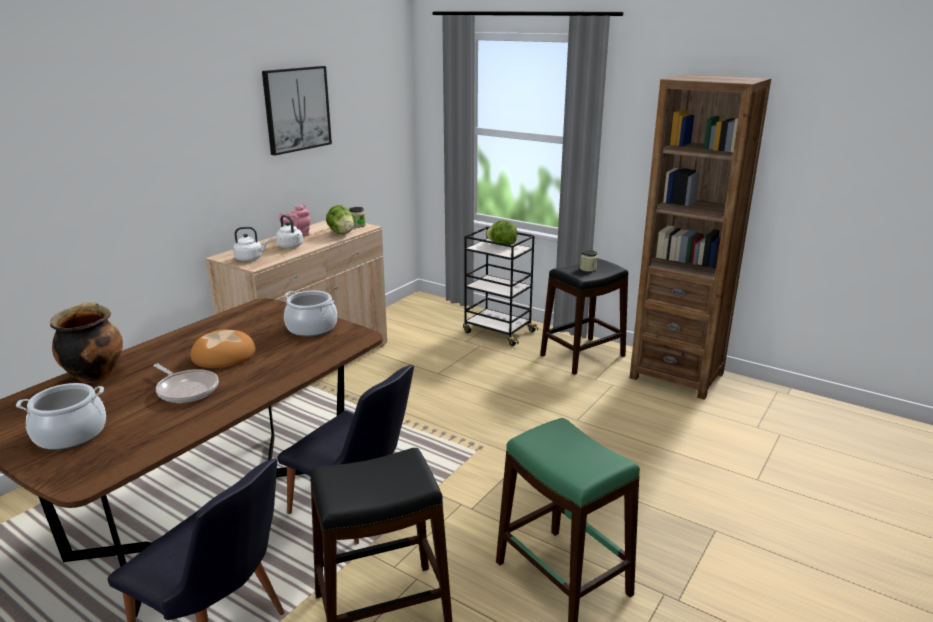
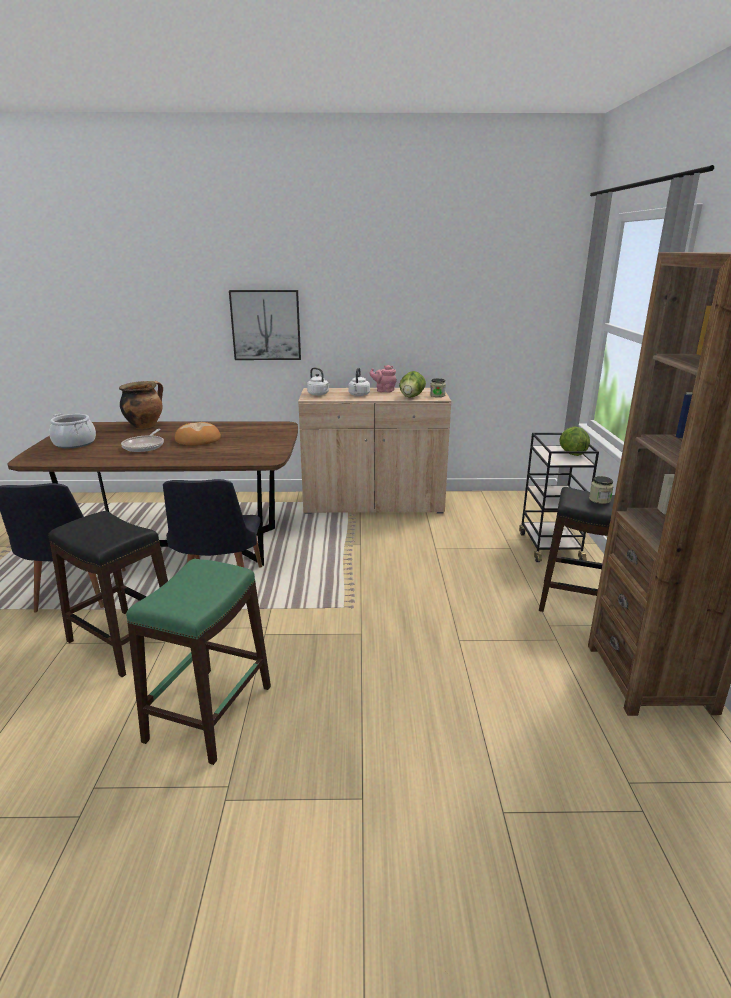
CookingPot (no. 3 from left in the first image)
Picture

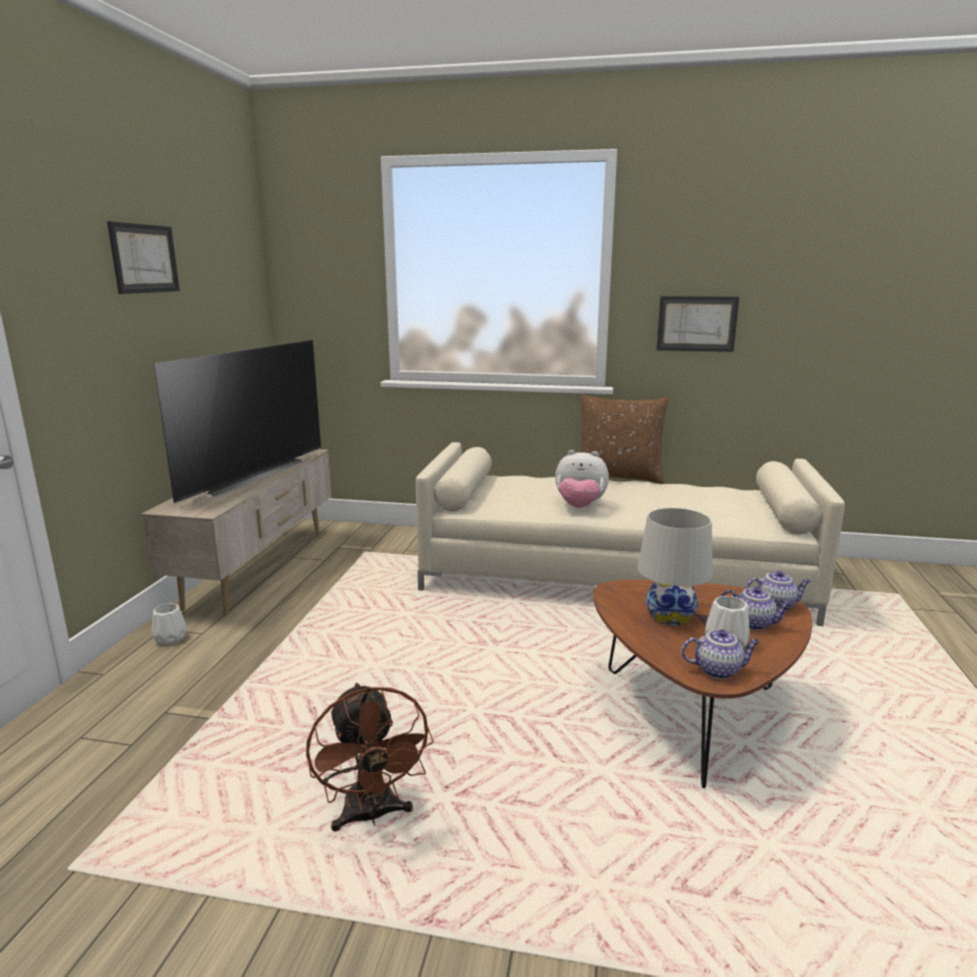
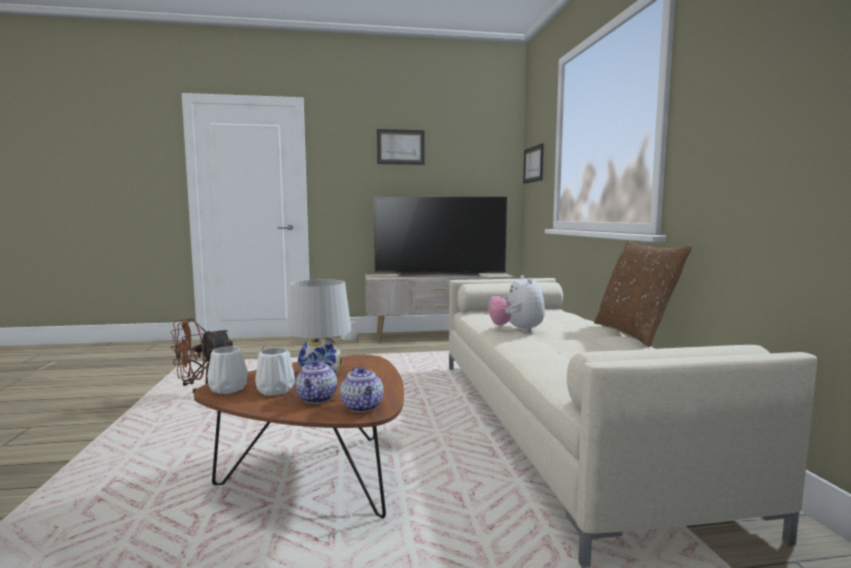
Picture (no. 2 from left)
WhiteVase (no. 1 from left)

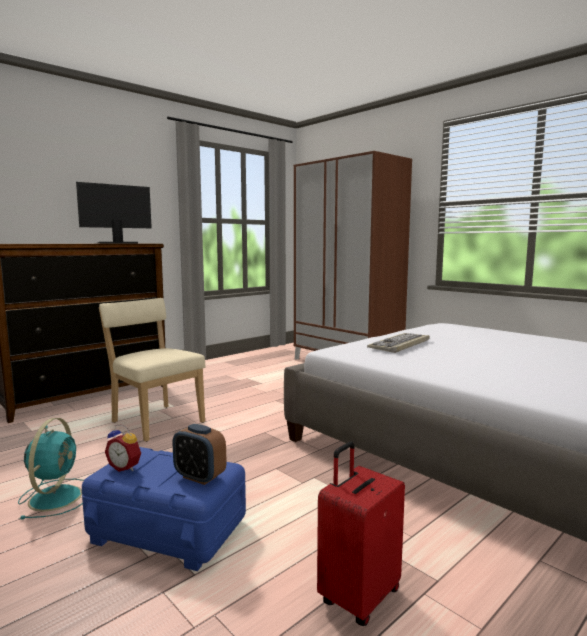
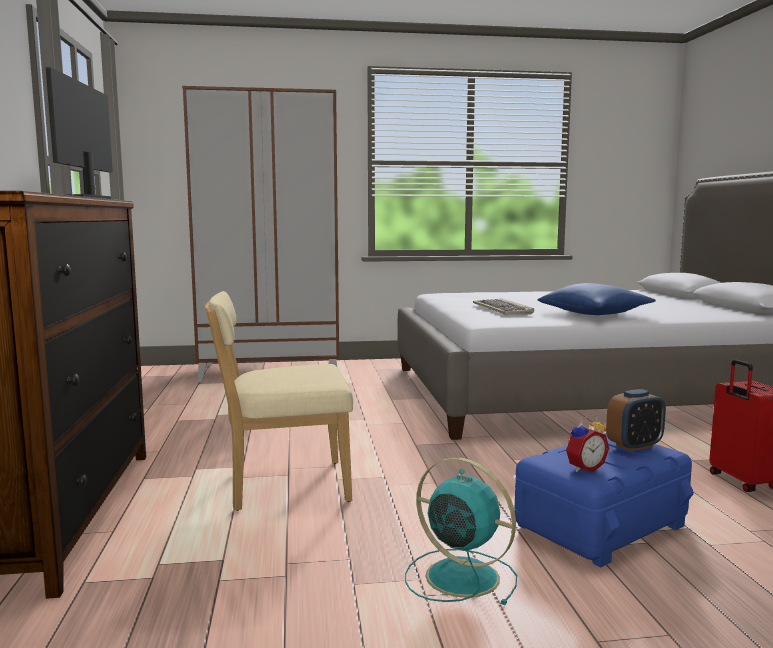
BluePillow

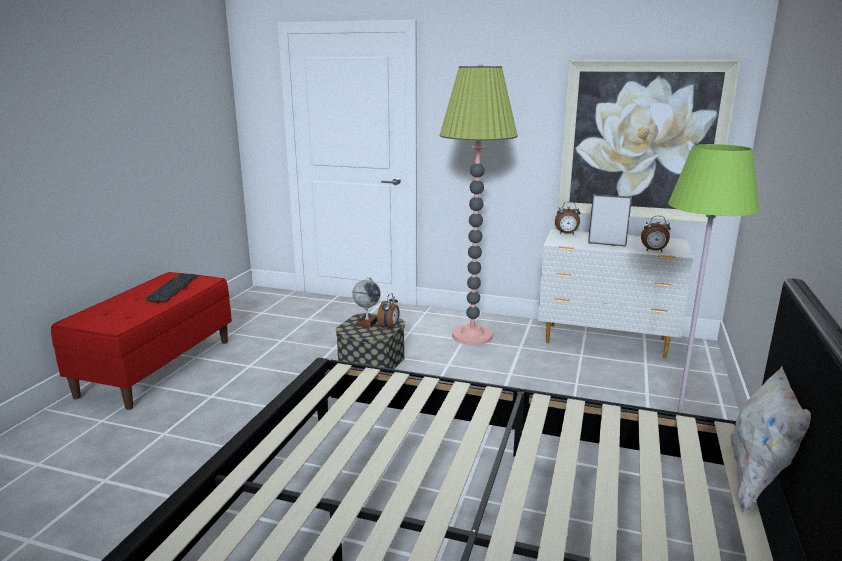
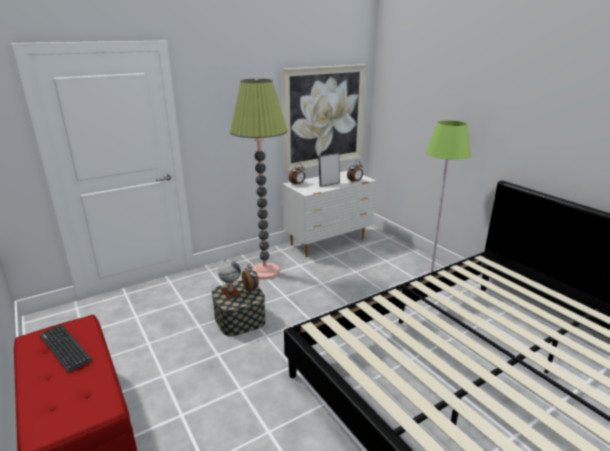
WhitePillow

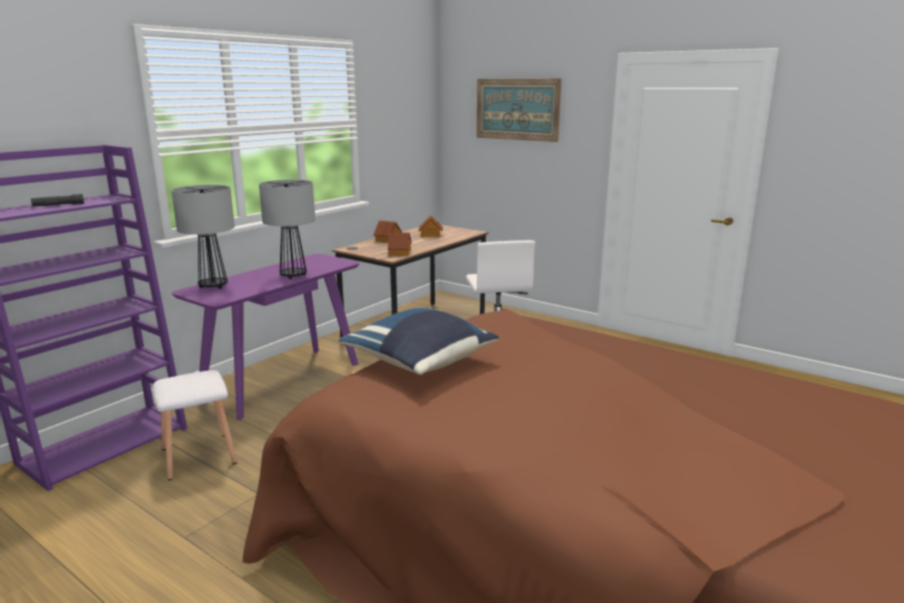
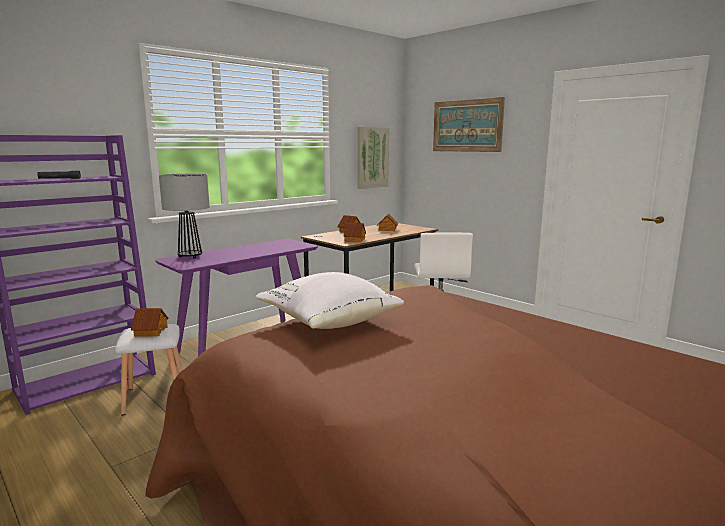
TableLamp (no. 2 from left in the first image)
ToyHouse (no. 1 from left)
Picture (no. 1 from left)
WhitePillow

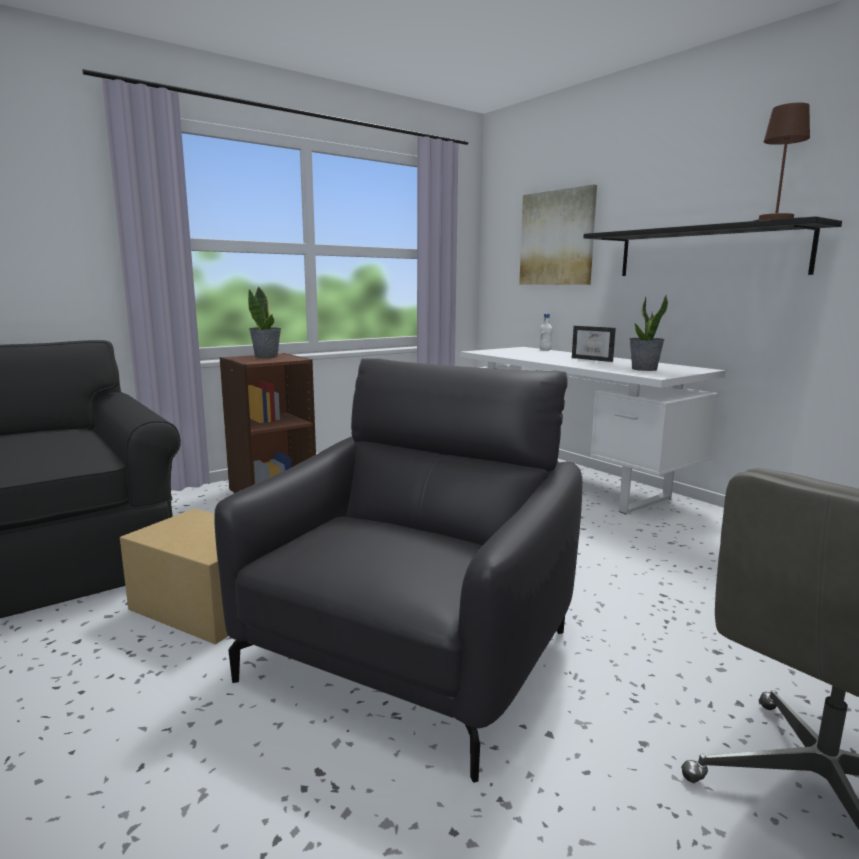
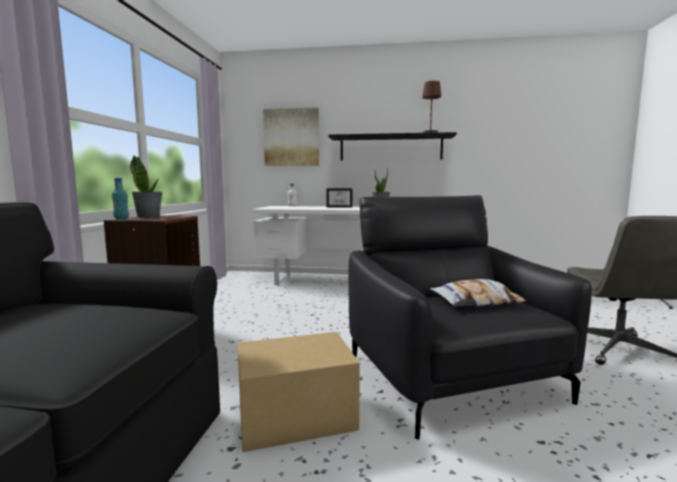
TurquoiseBottle
Pillow

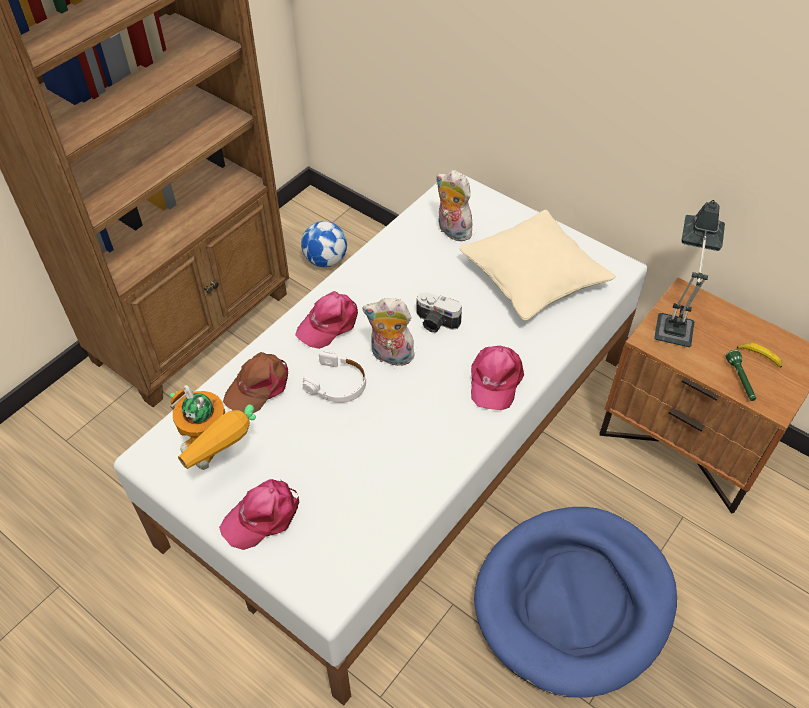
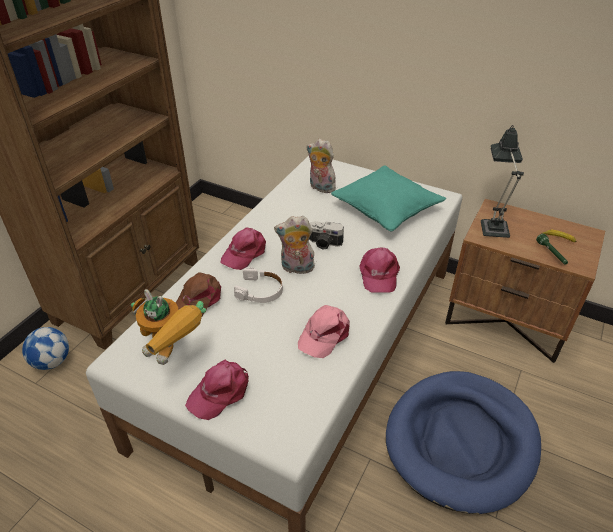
PinkCap (no. 3 from left)
Football
TurquoisePillow

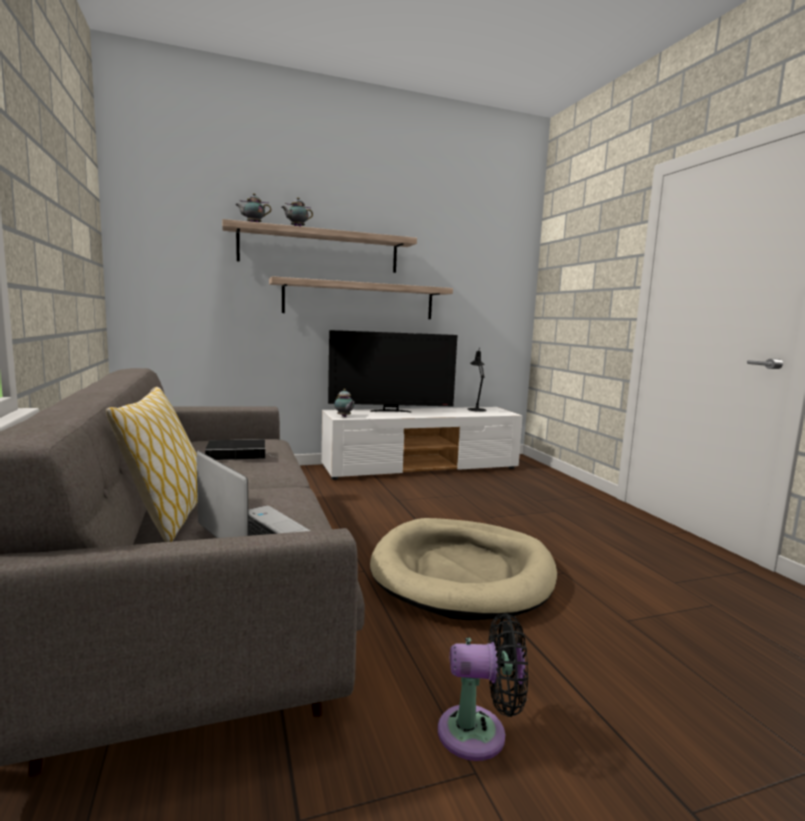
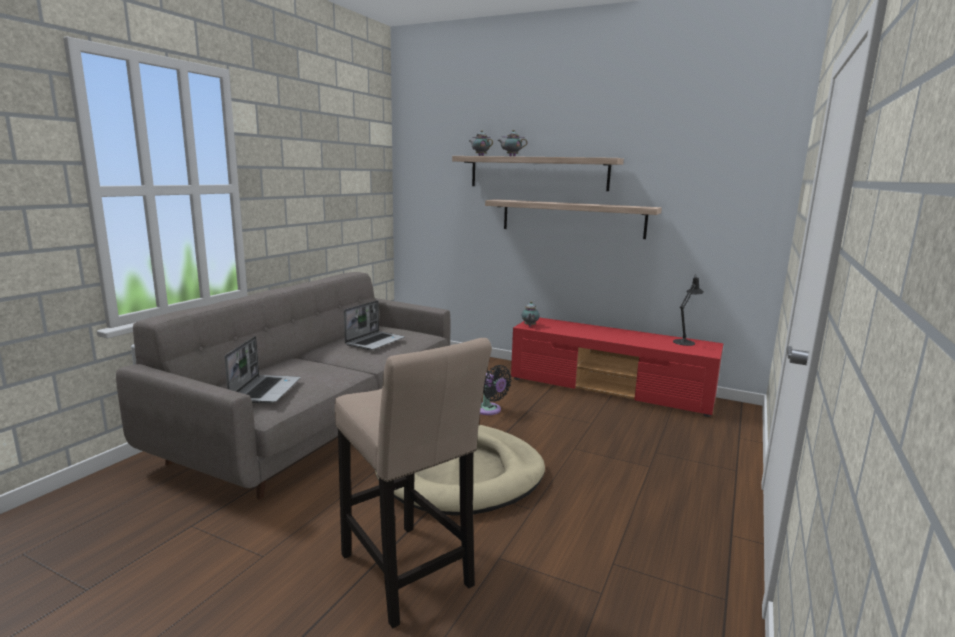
Pillow
Television
BeigeStool
BlackFan
Laptop (no. 2 from left)
RedTvStand

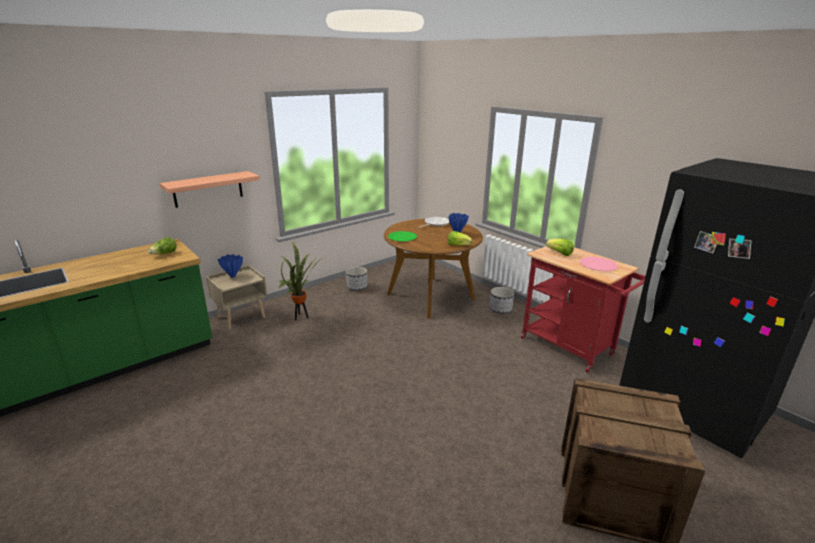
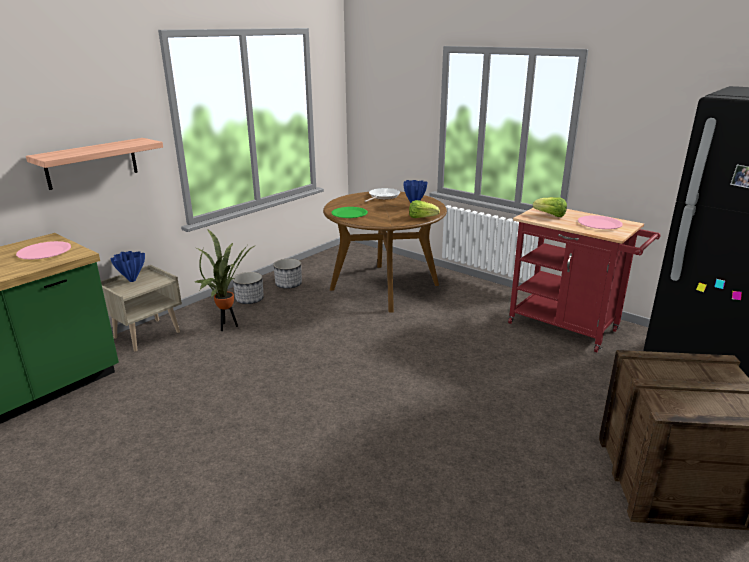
Planter (no. 1 from left)
PinkPlate (no. 1 from left)

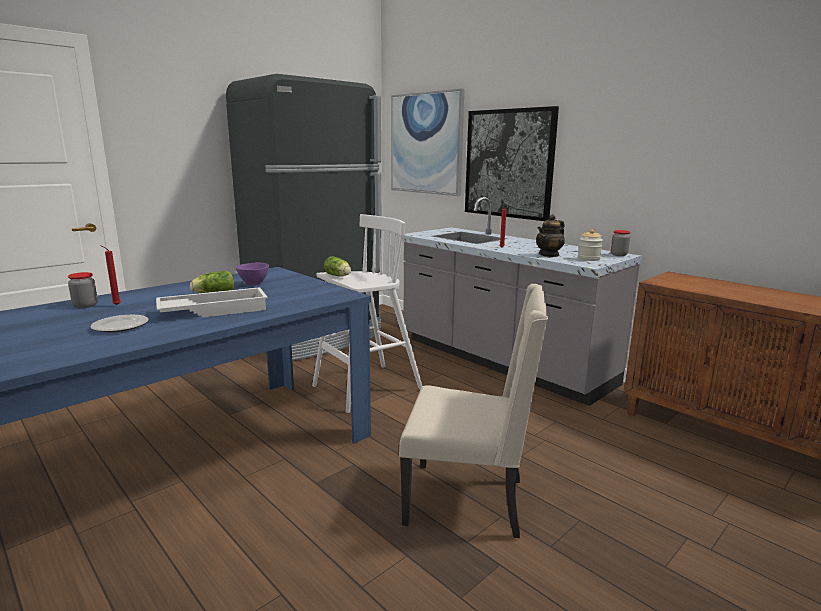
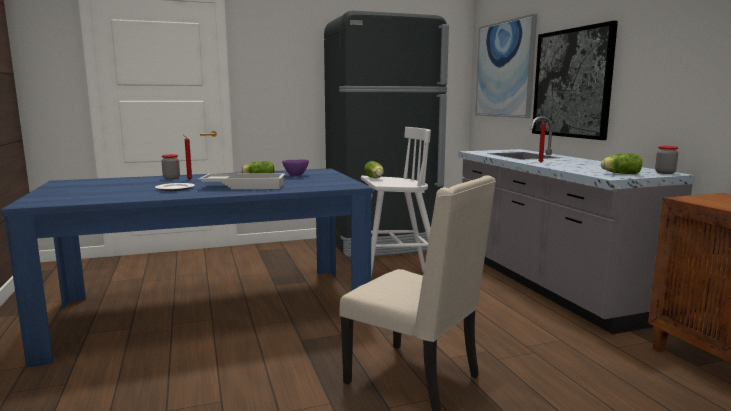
Teapot
Lettuce (no. 3 from left)

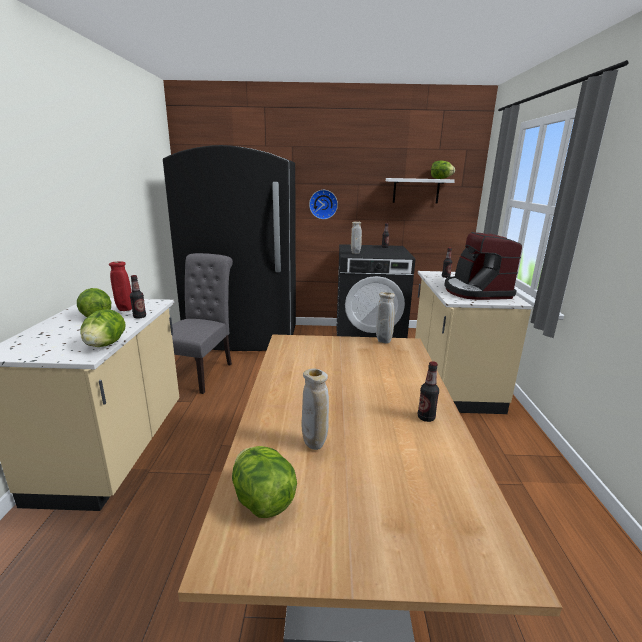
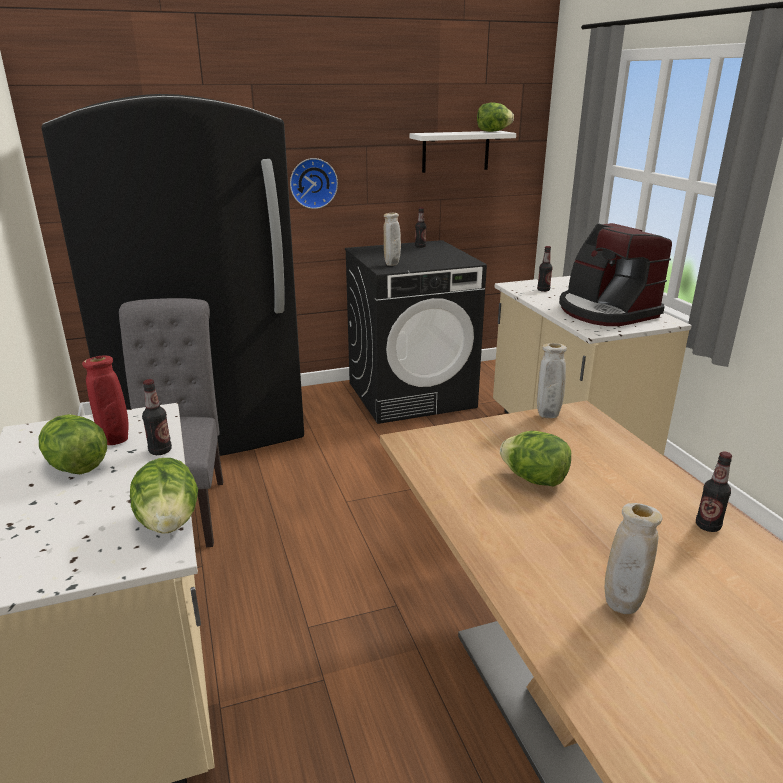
Lettuce (no. 4 from left)

